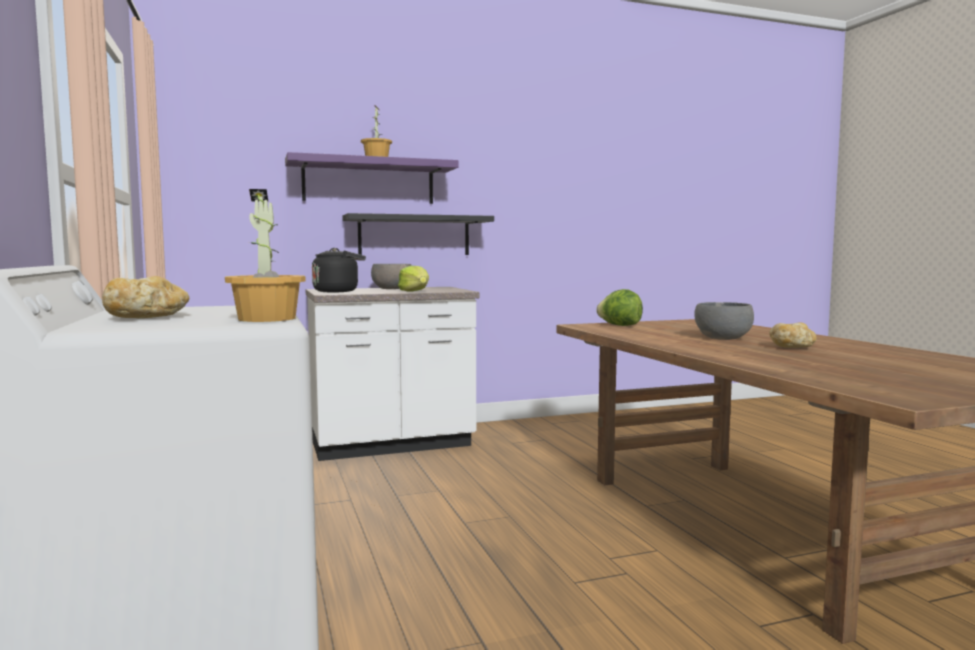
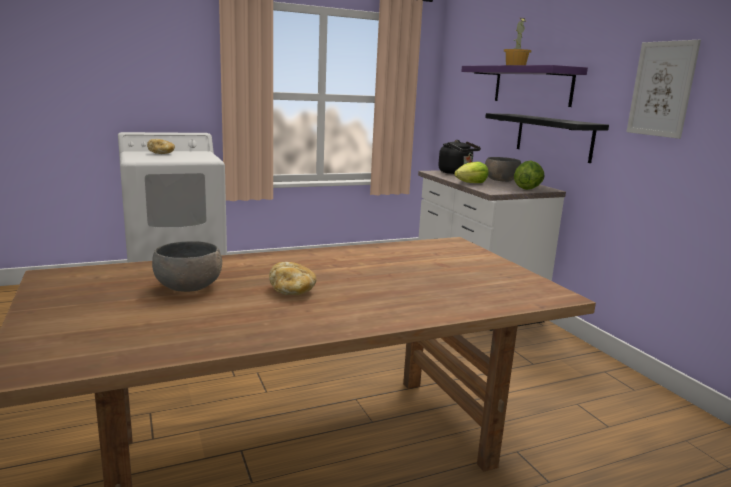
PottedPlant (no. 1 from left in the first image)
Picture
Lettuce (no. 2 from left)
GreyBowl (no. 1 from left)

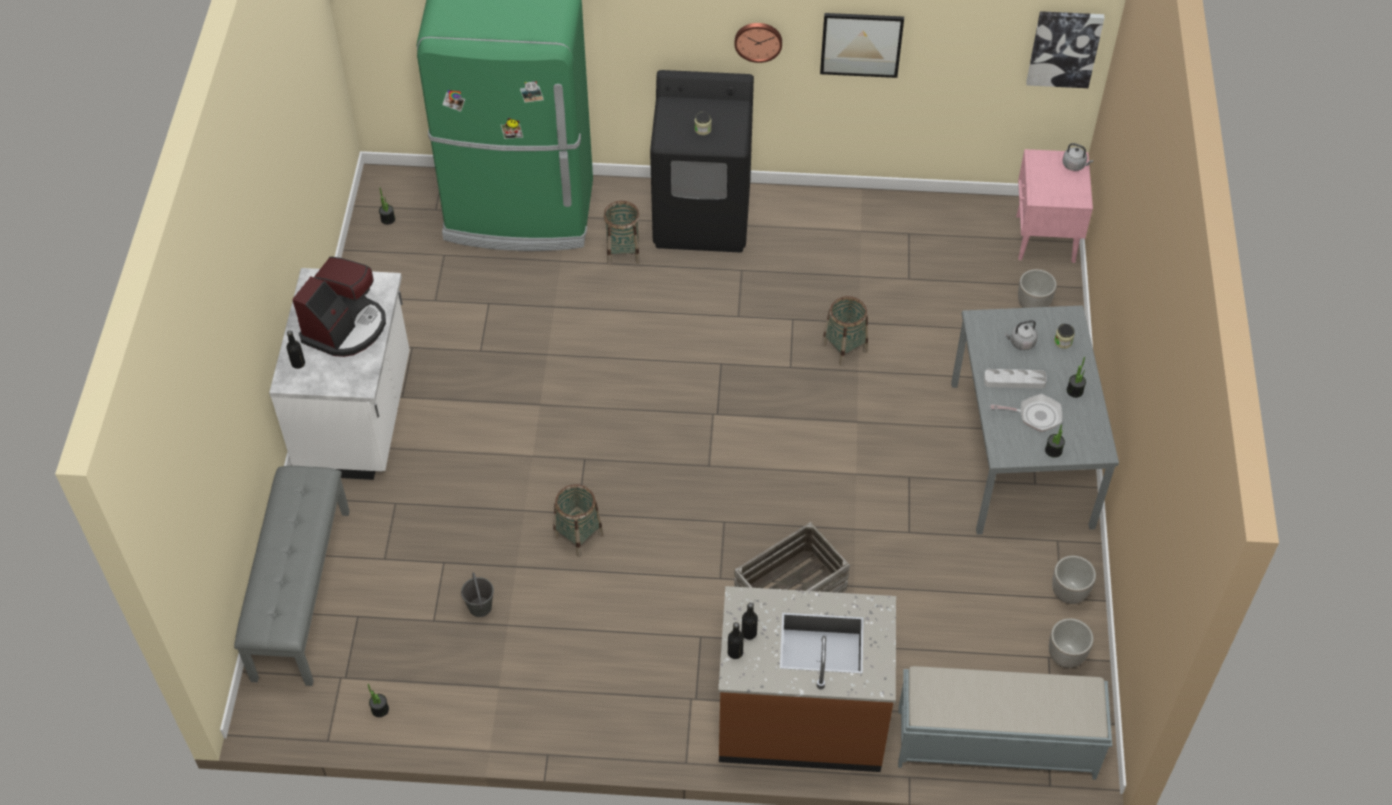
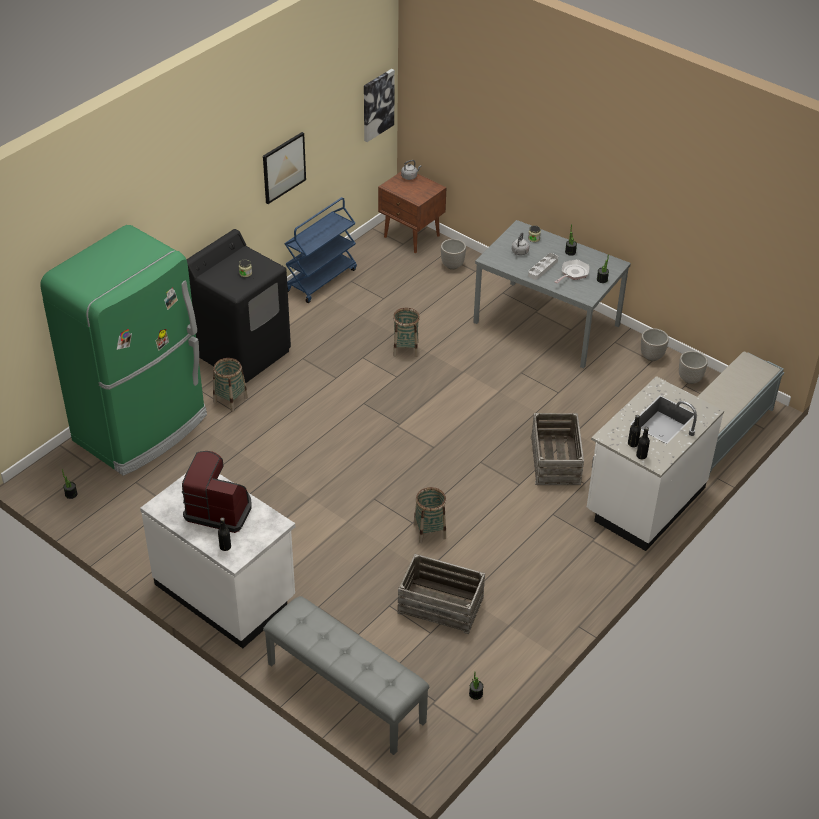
WallClock
BlueCart
Crate (no. 1 from left)
WhiteCounter (no. 2 from left)
BrownNightstand
CoffeeMachine

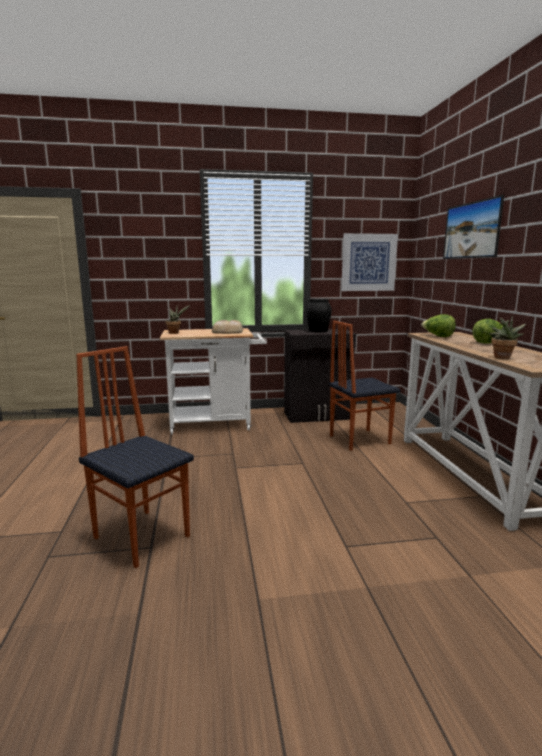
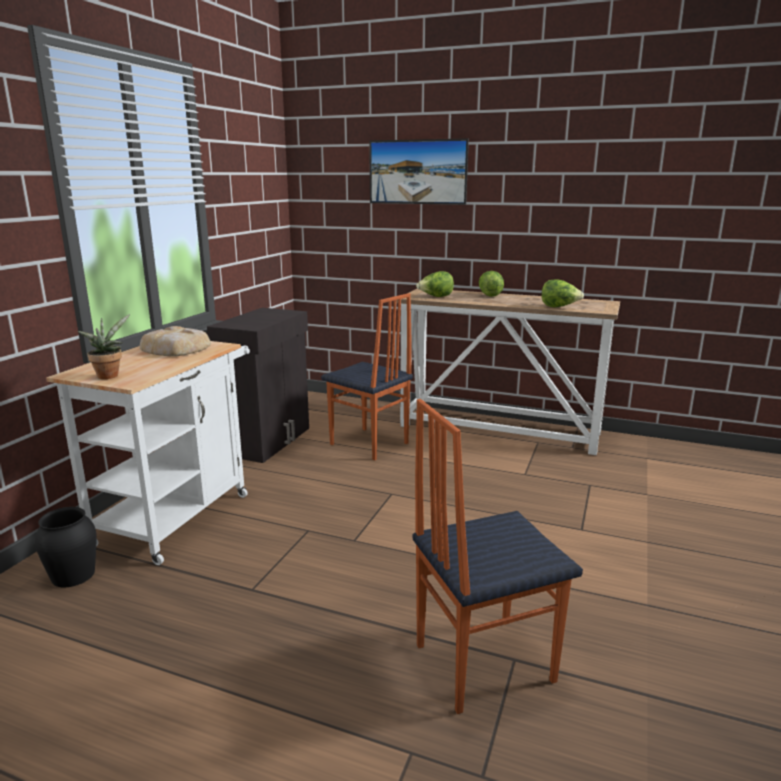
Picture (no. 1 from left in the first image)
BlackVase
Lettuce (no. 3 from left)
Chair (no. 1 from left)

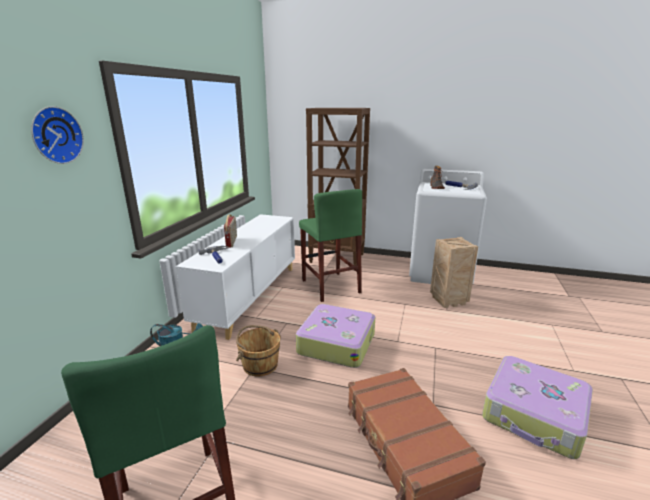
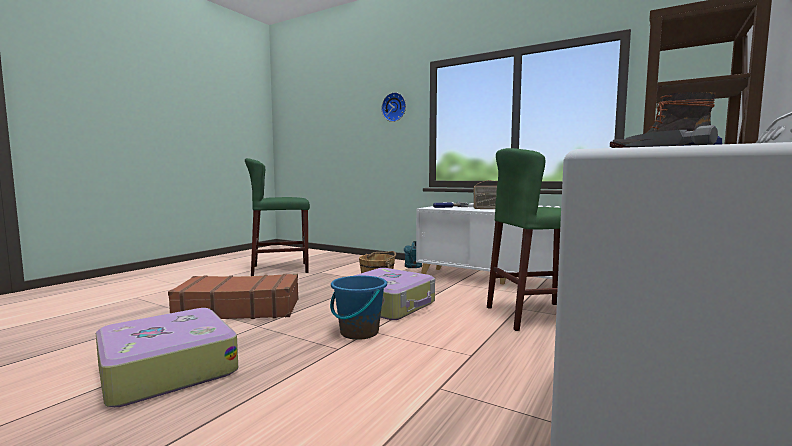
Crate
BlueBucket

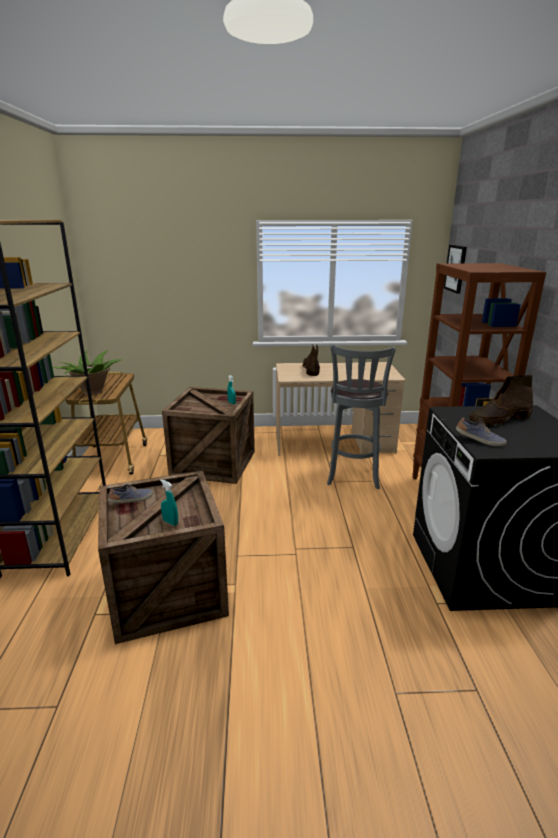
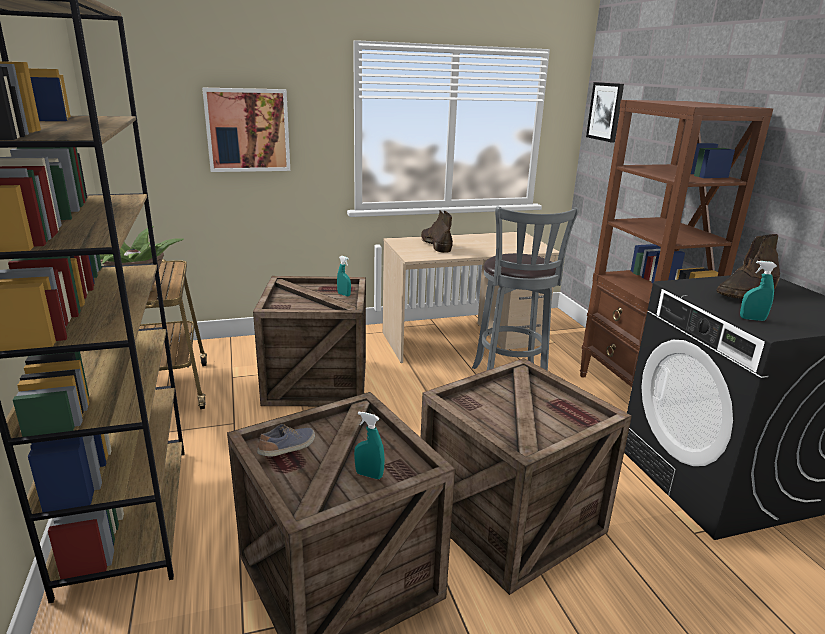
Picture (no. 1 from left)
Crate (no. 3 from left)
TurquoiseSprayBottle (no. 3 from left)

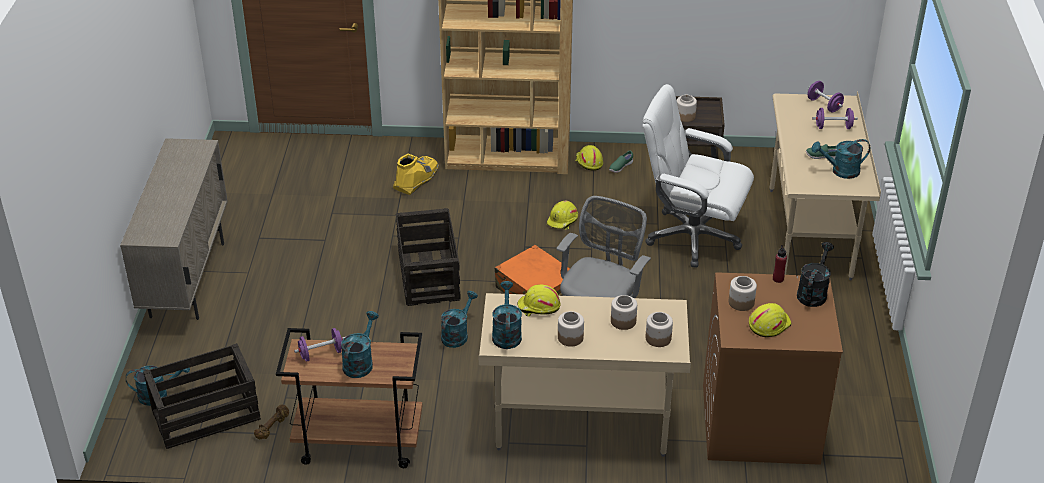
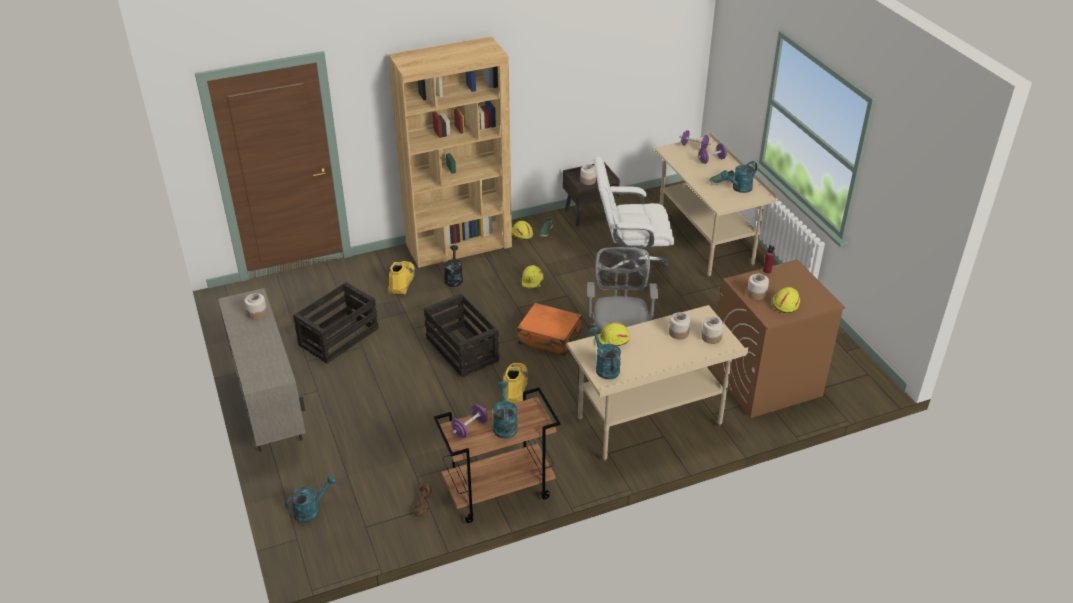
Crate (no. 1 from left)
Jar (no. 1 from left)
BlackWateringCan
YellowBoot (no. 2 from left)

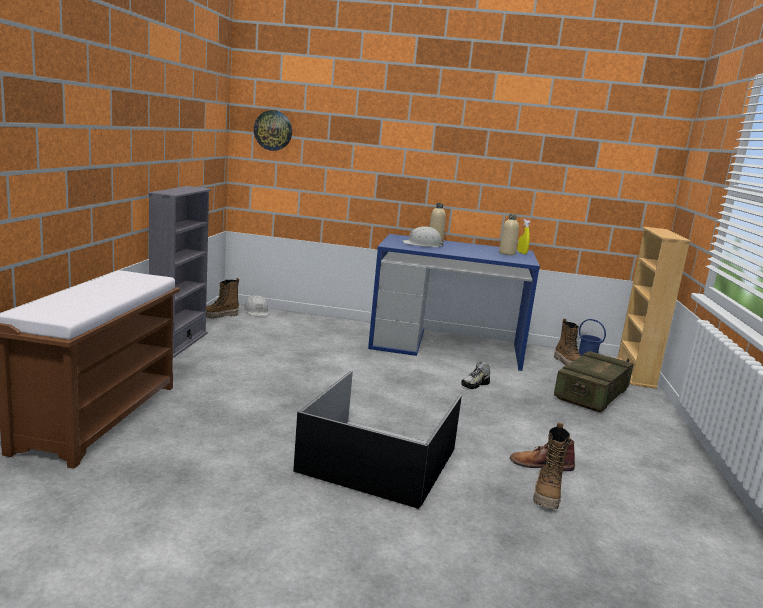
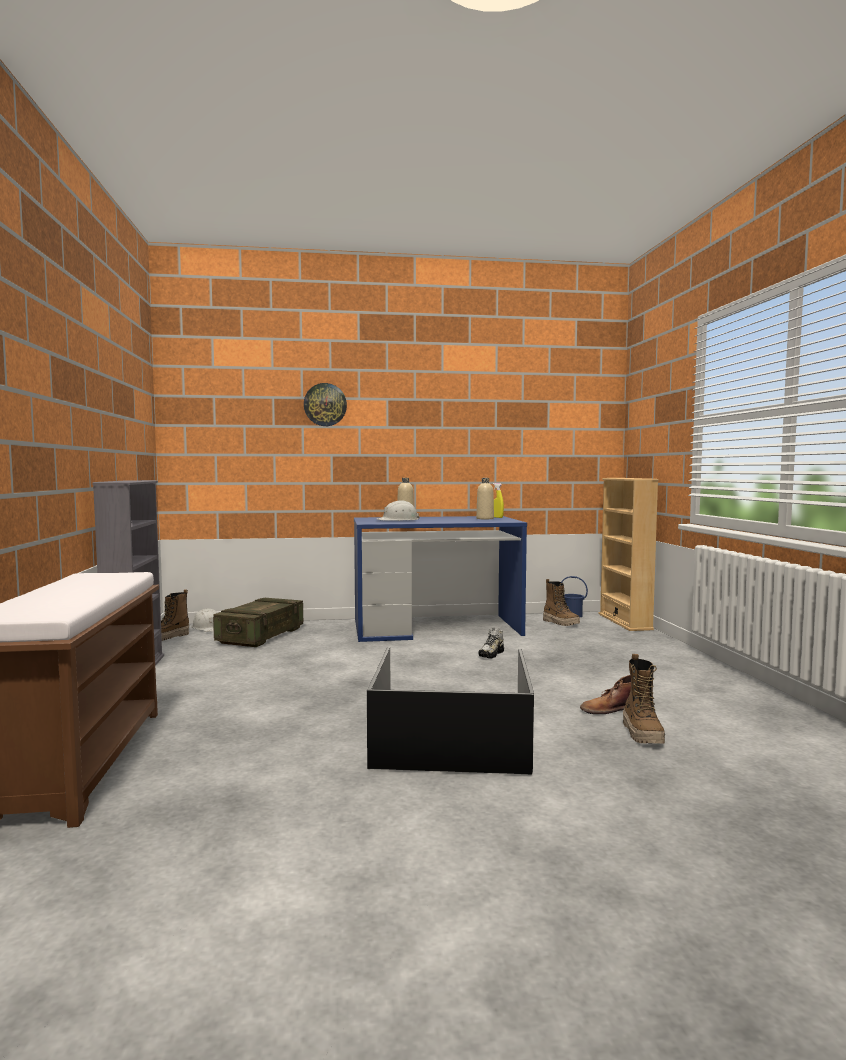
WallClock
Crate

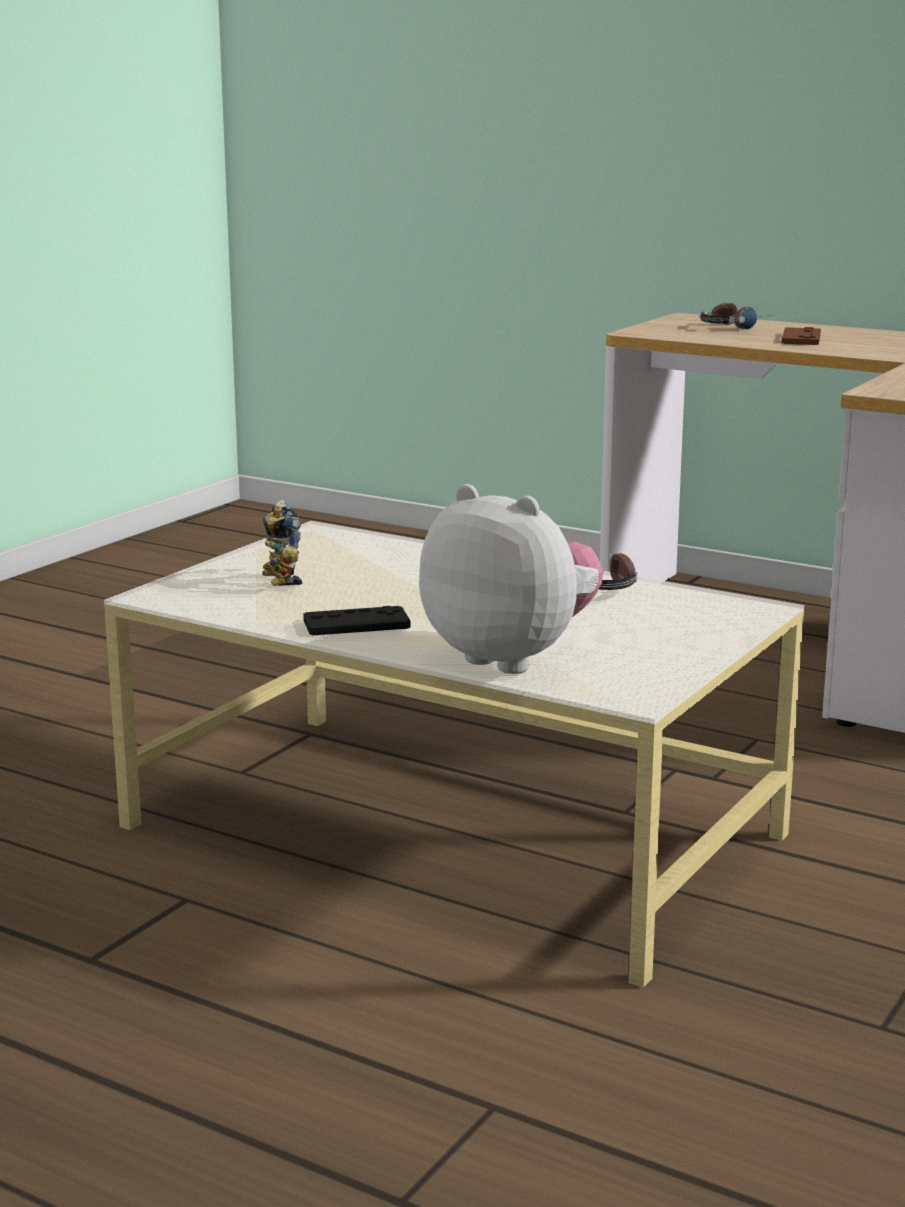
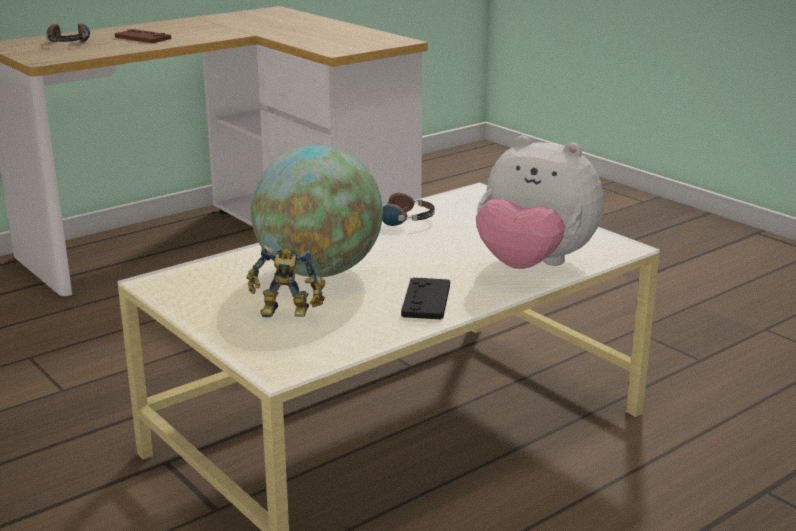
Globe
PlushToy

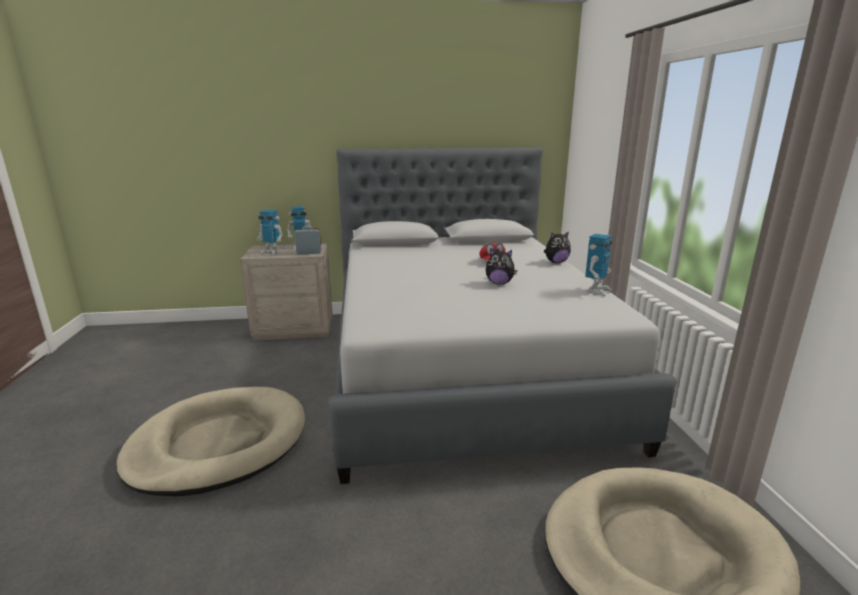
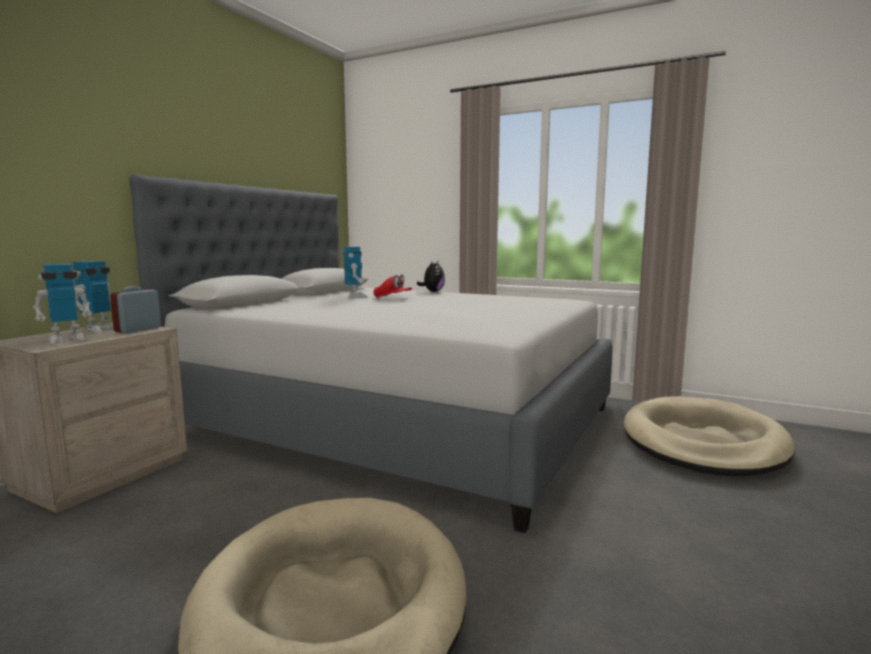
PlushToy (no. 1 from left in the first image)
ToyRobot (no. 3 from left)

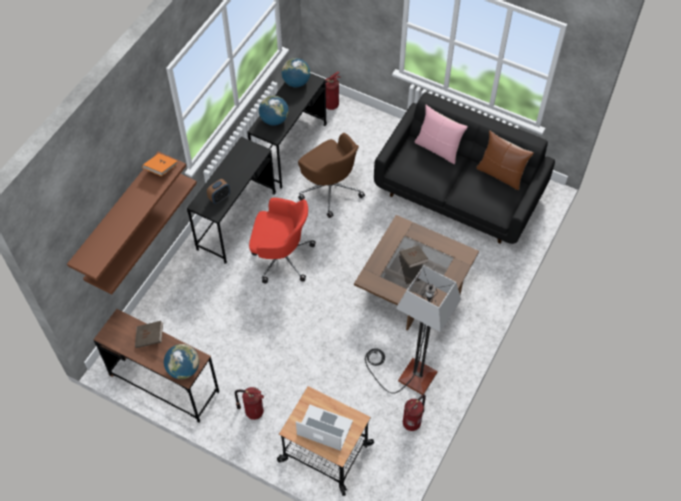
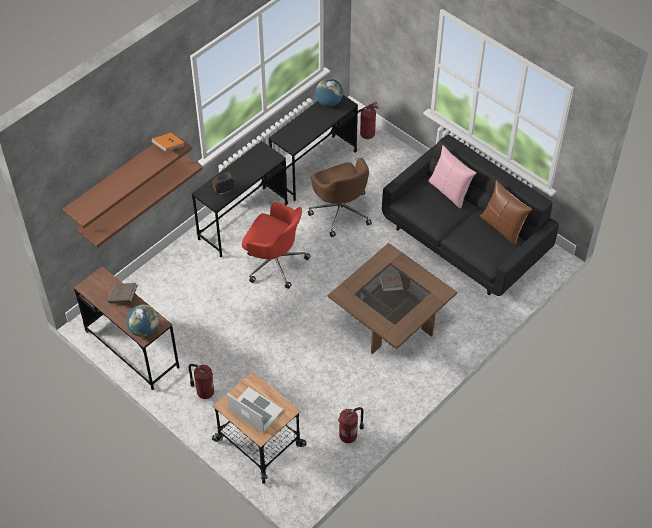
Globe (no. 2 from left in the first image)
FloorLamp

